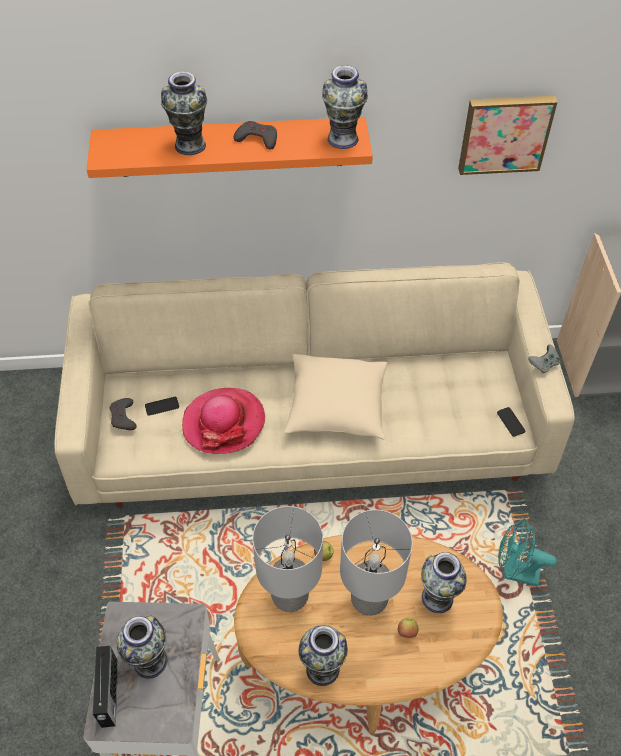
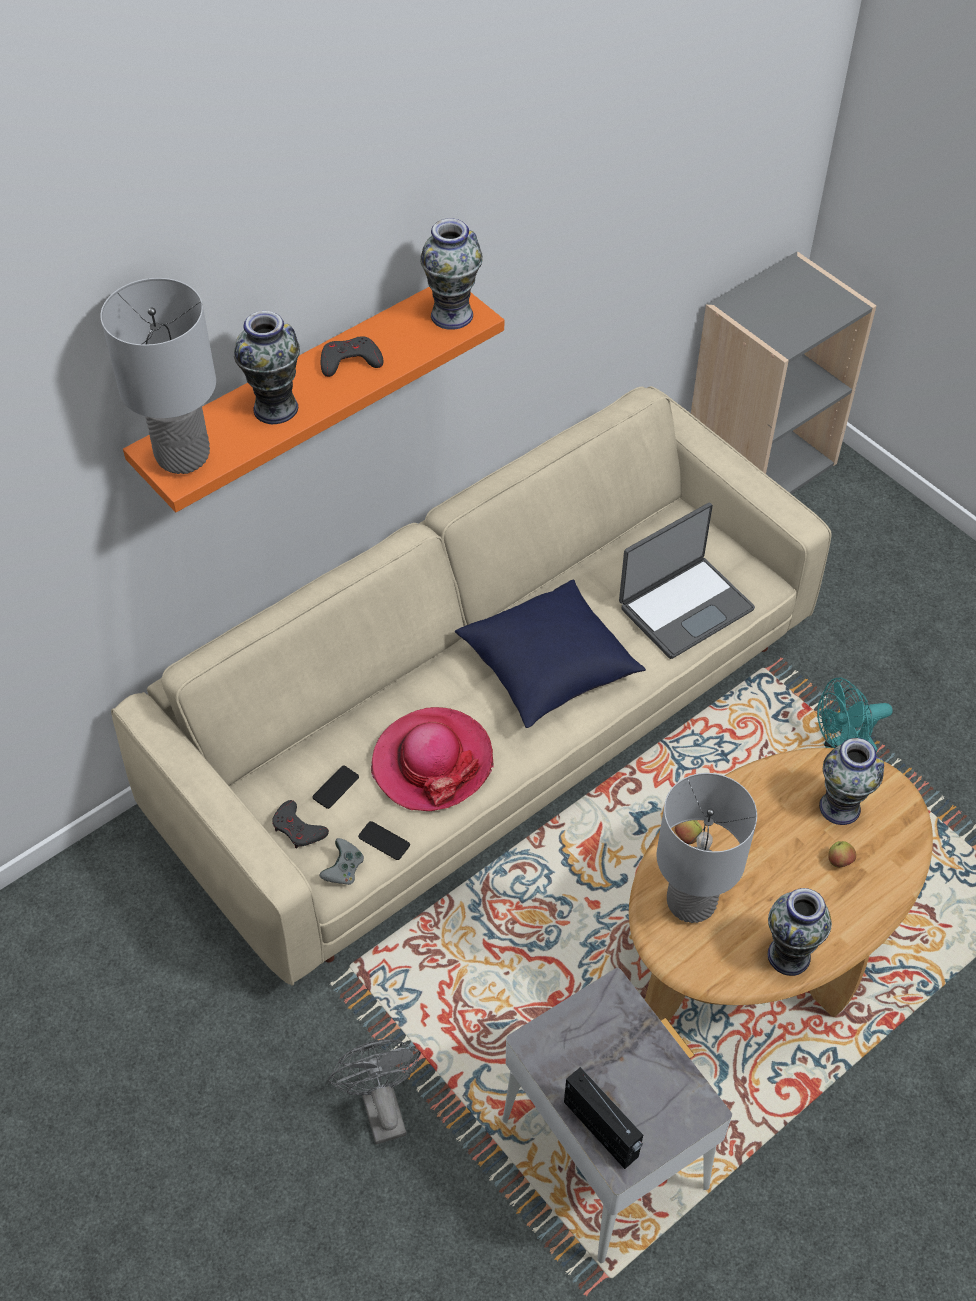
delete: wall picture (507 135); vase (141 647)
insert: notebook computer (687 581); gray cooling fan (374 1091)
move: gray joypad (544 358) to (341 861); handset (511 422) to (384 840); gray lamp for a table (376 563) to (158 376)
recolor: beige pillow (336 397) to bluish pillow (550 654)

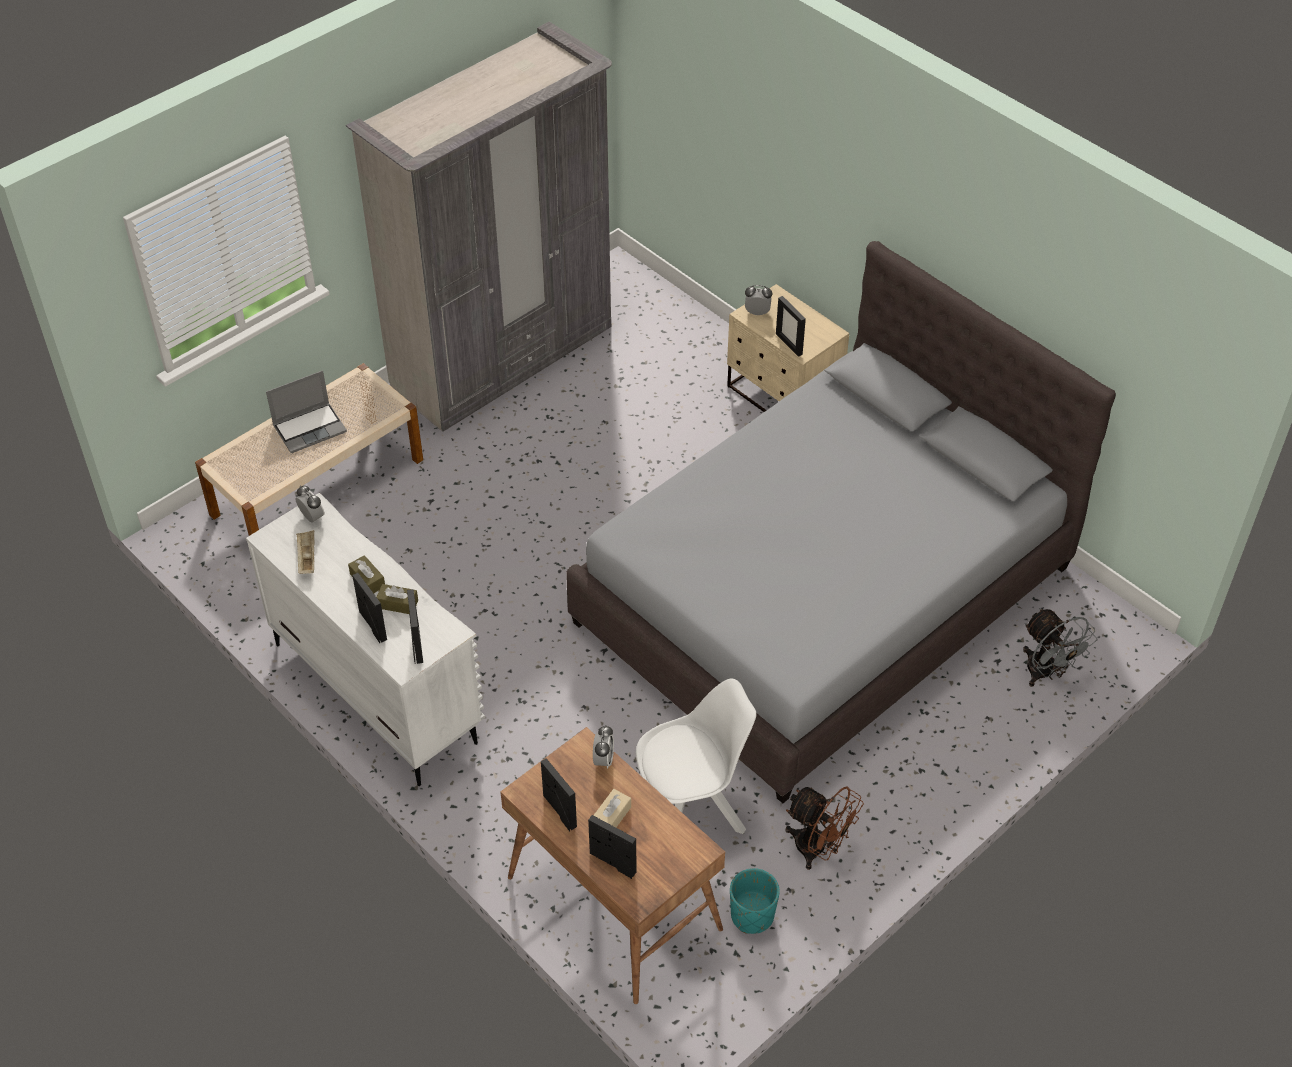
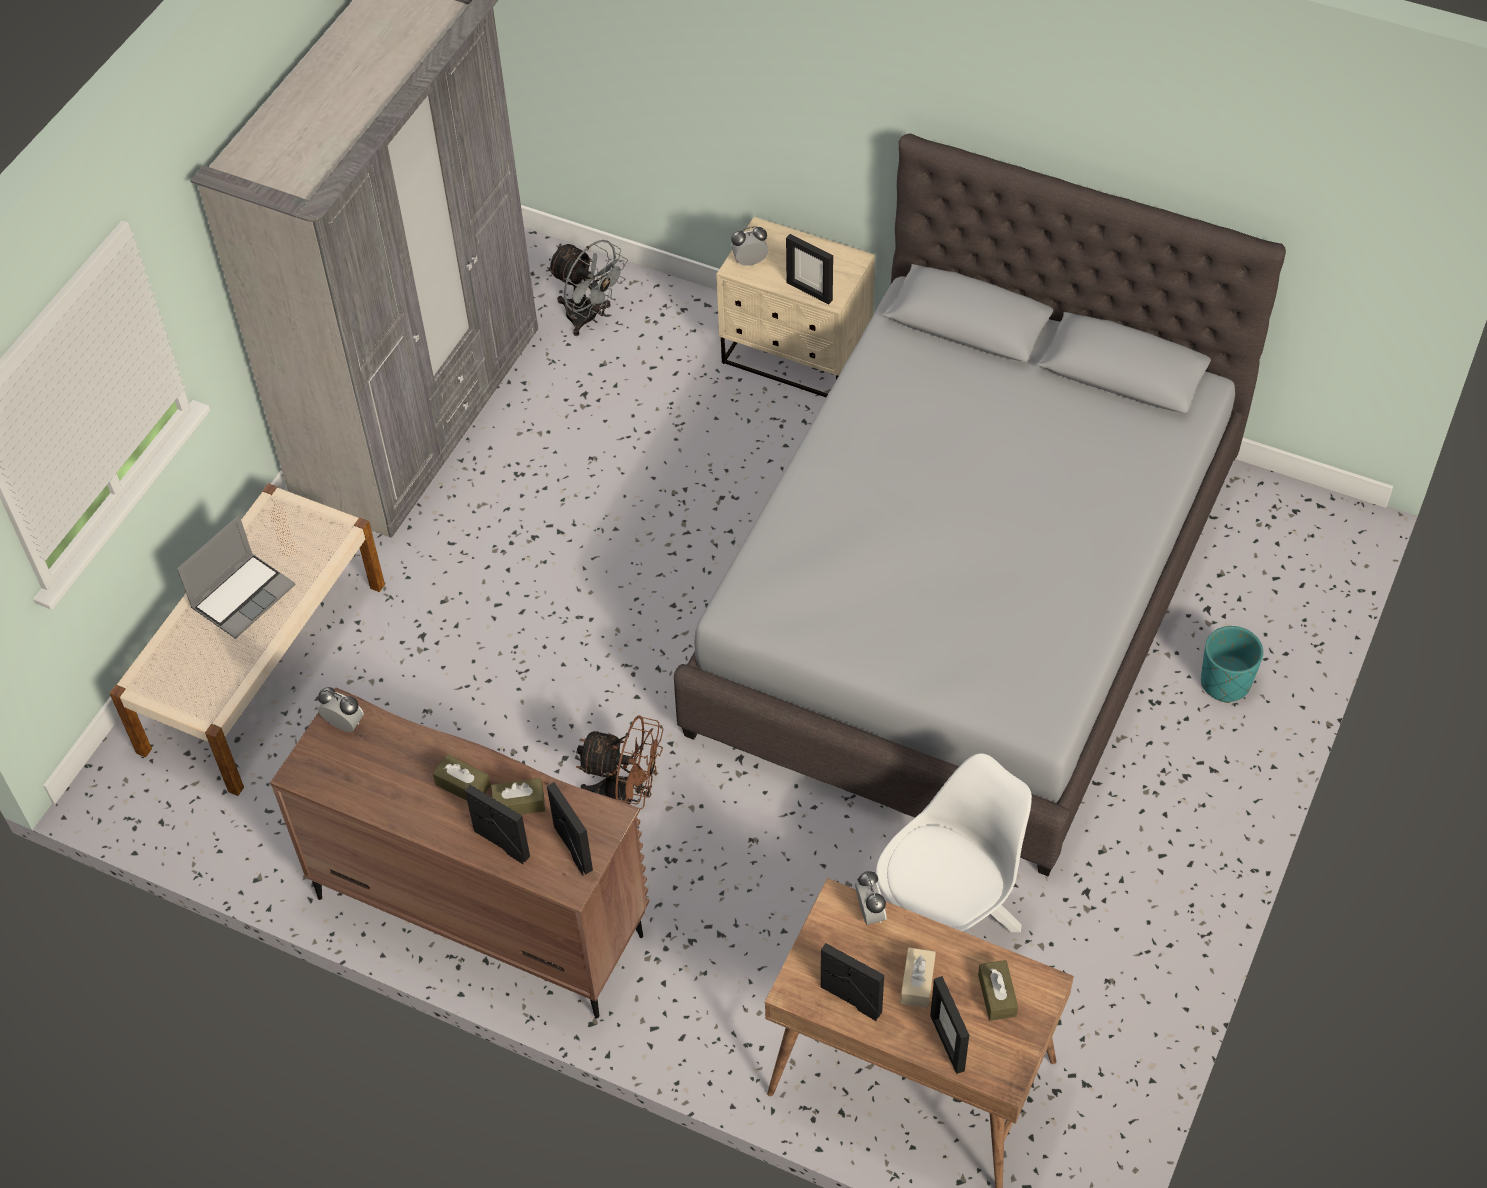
delete: beige tray (305 552)
insert: brownish box of tissues (998 990)
move: gray cooling fan (1060 647) to (587 288); brownish cooling fan (825 828) to (620 762); blue-green planter (755 901) to (1232 664)
recolor: whitish chest of drawers (365 639) to brownish chest of drawers (460 852)
rotate: photo frame (612 847) = (949 1025) 120 degrees counterclockwise

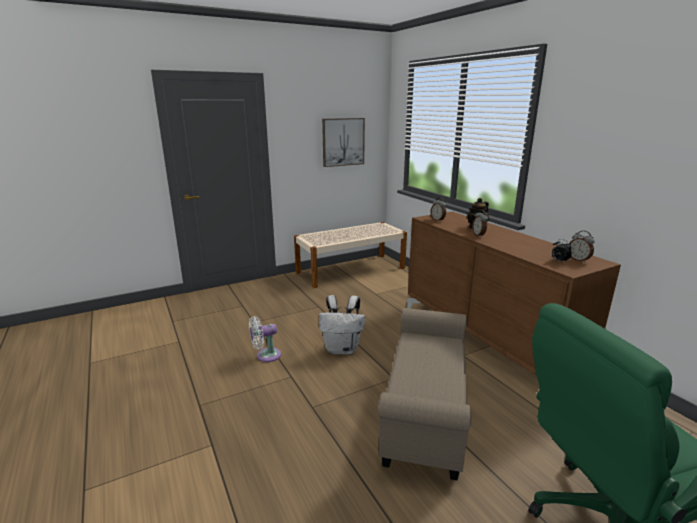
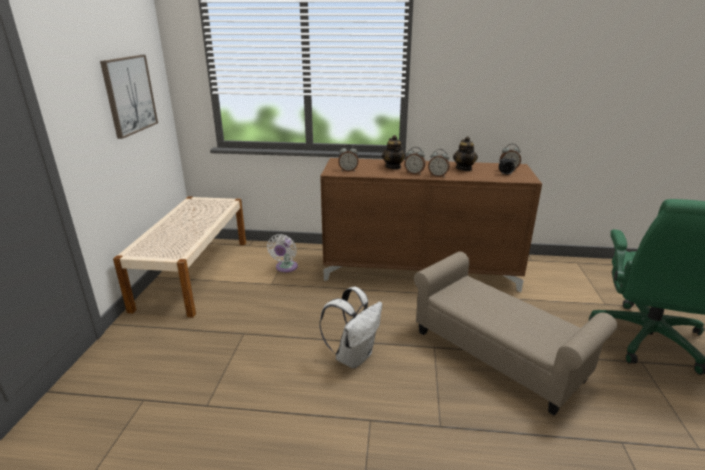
insert: tea pot (465 153); table clock (439 163)
move: whitish cooling fan (265 339) to (282 253)

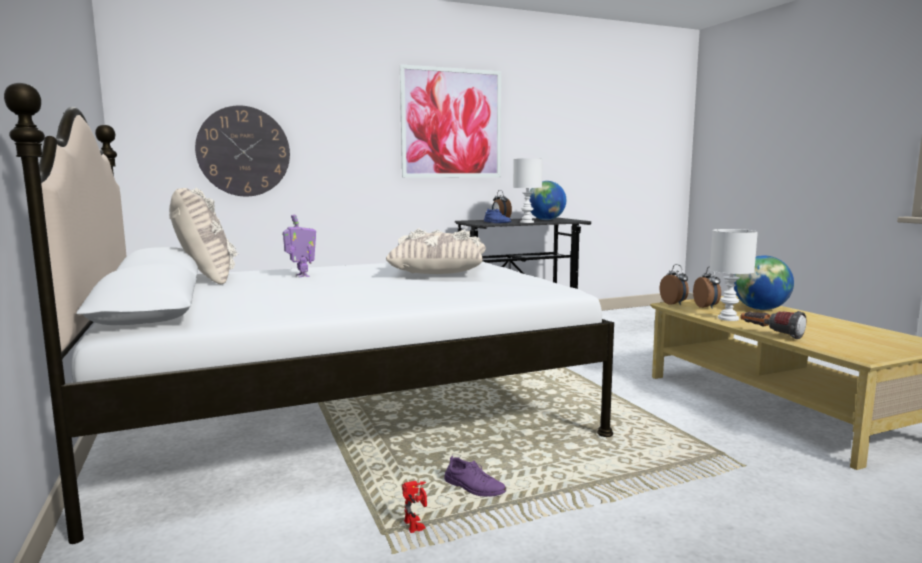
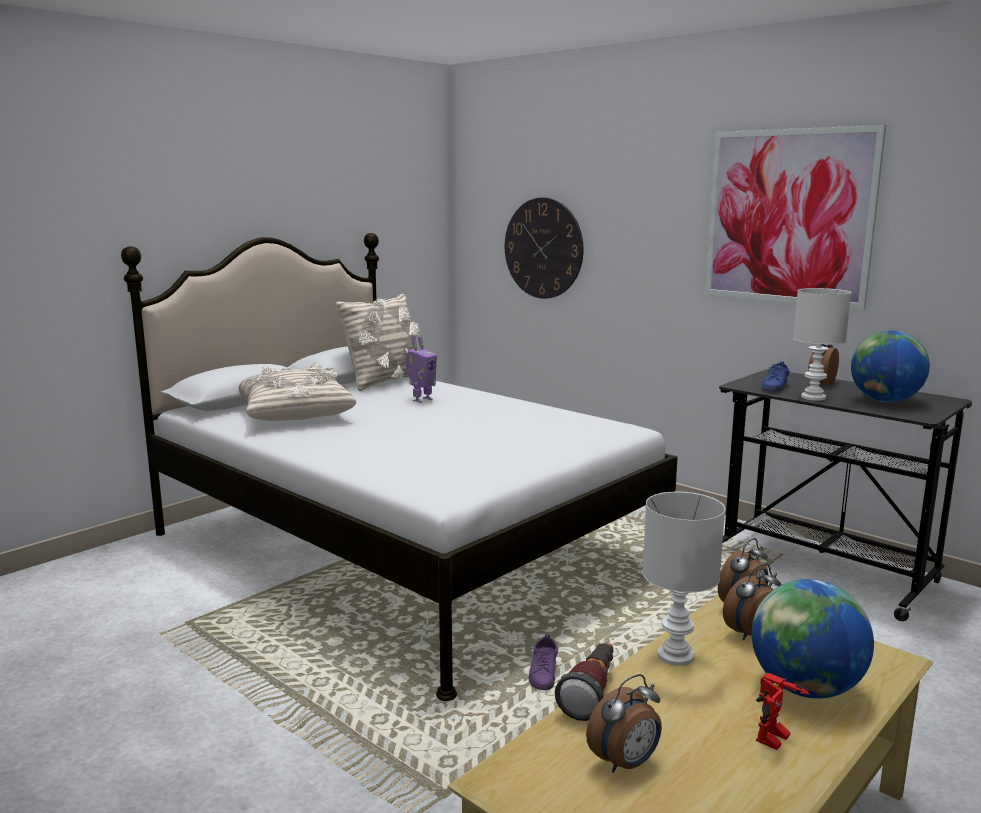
insert: table clock (624 723)
move: beige pillow (436 251) to (297 391); purple low shoe (475 476) to (543 662); toy robot (414 507) to (783 711)

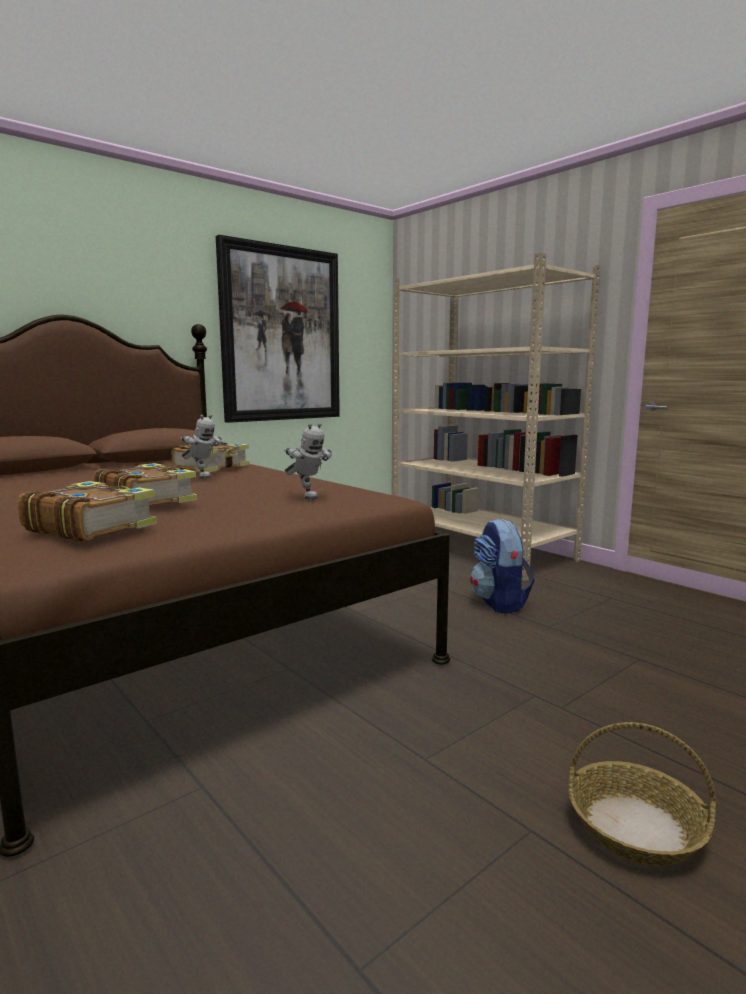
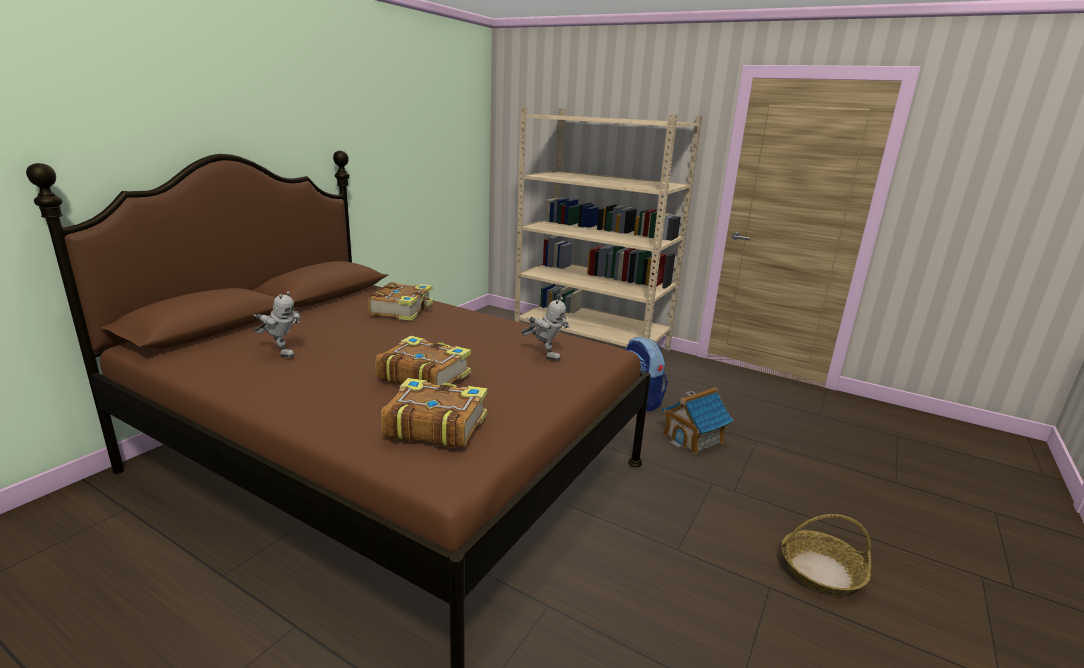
delete: wall picture (278 329)
insert: miniature house (698 420)
move: toy robot (201 446) to (276 324)

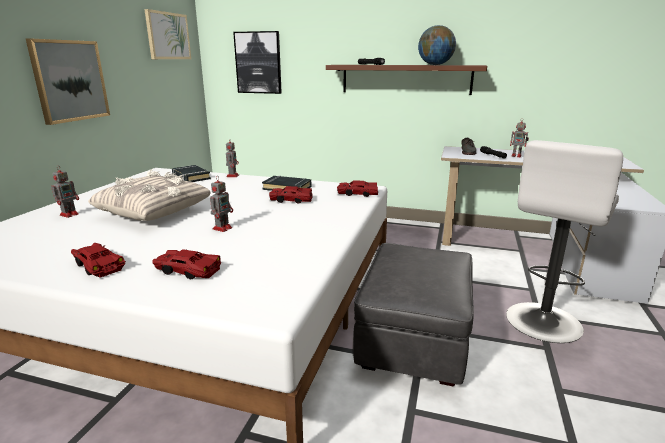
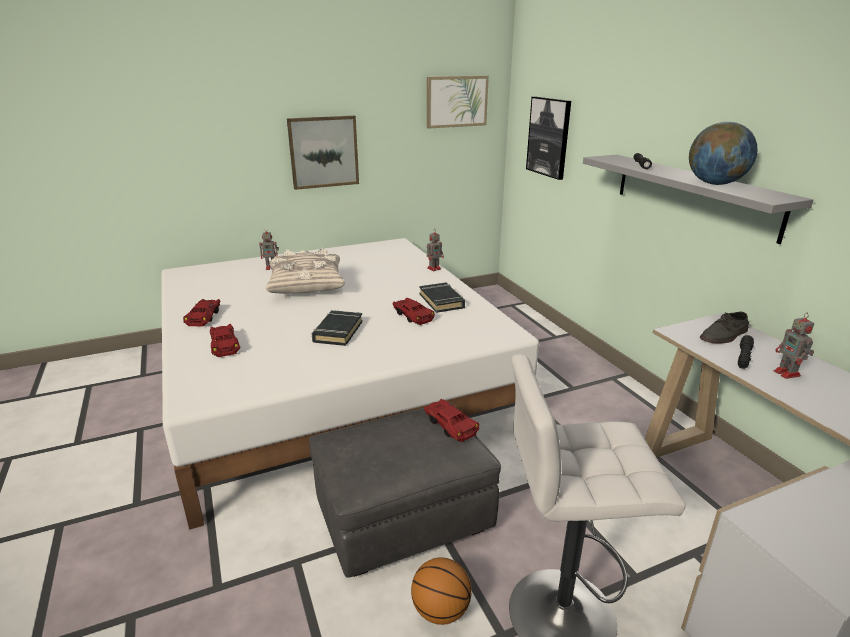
delete: toy robot (221 204)
insert: basketball ball (441 591)
move: black-coloured book (191 173) to (337 328); red-coloured miniature car (357 188) to (451 420)
recolor: brownish wall shelf (406 80) to gray wall shelf (698 199)

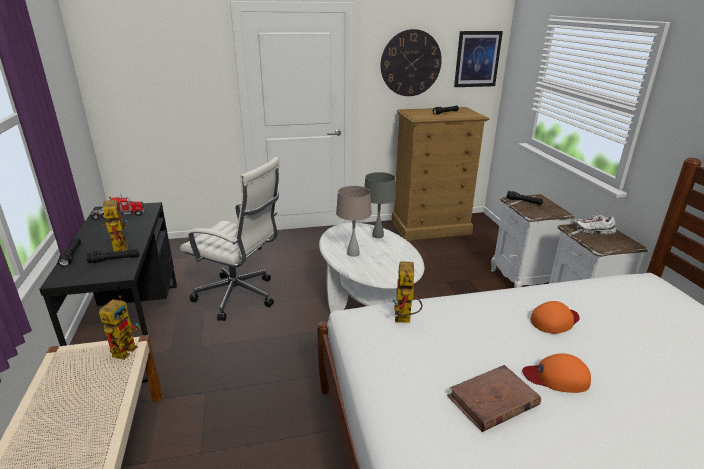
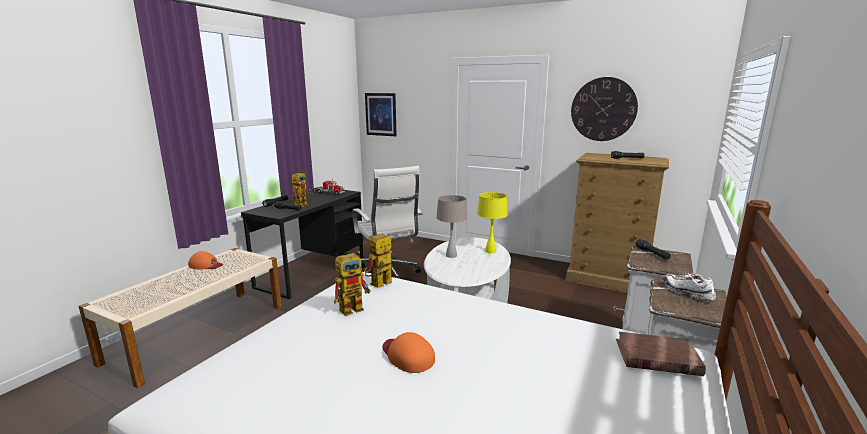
move: wall picture (478 59) to (381 114); toy robot (119 327) to (352 283); orange-coloured baseball cap (555 317) to (205 260); brownish book (494 398) to (661 354)
recolor: gray lamp for a table (380 205) to yellowish lamp for a table (492 222)

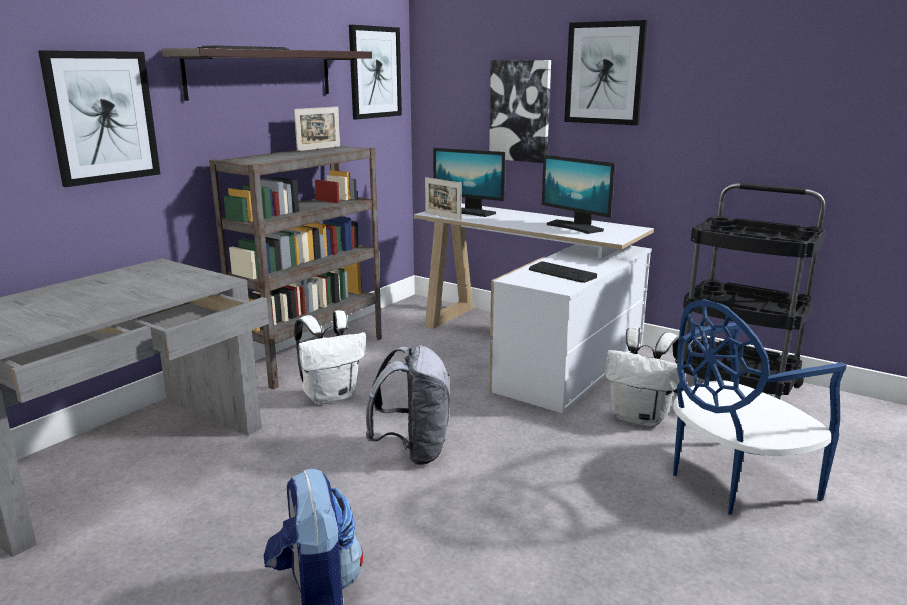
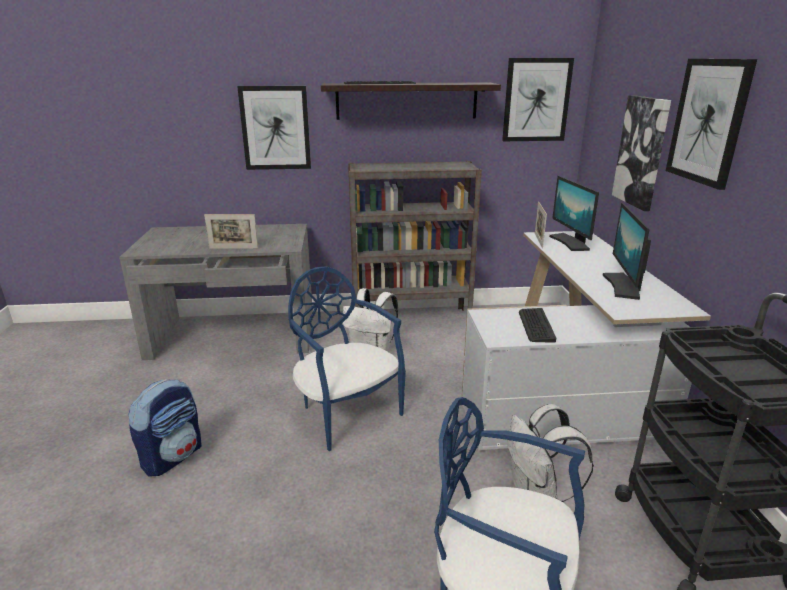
move: photo frame (317 128) to (231 231)
replace: gray knapsack (408 405) to bluish upright chair (347 358)

